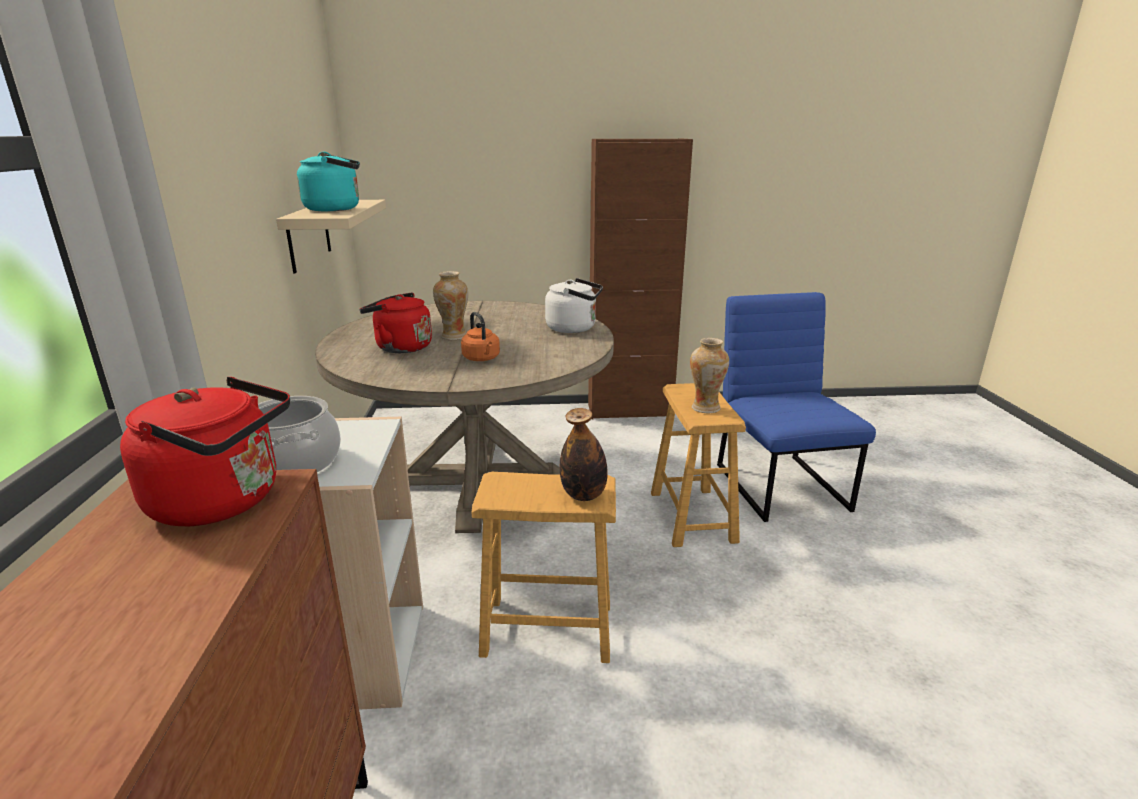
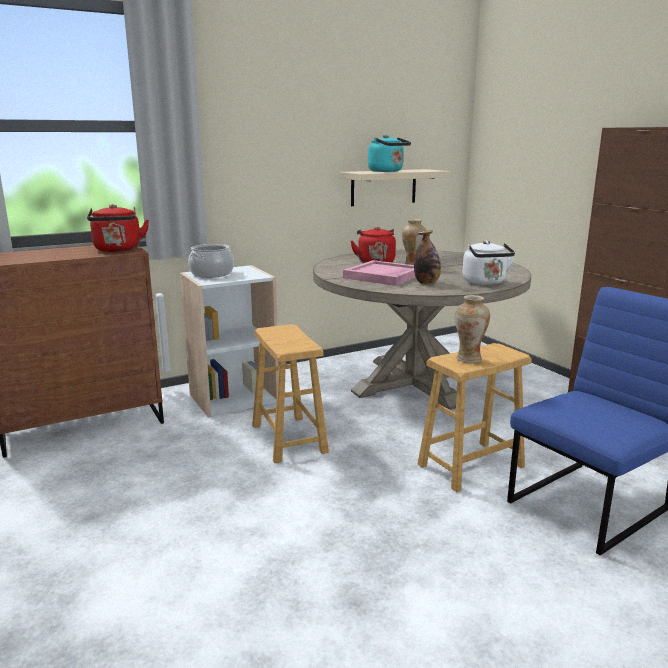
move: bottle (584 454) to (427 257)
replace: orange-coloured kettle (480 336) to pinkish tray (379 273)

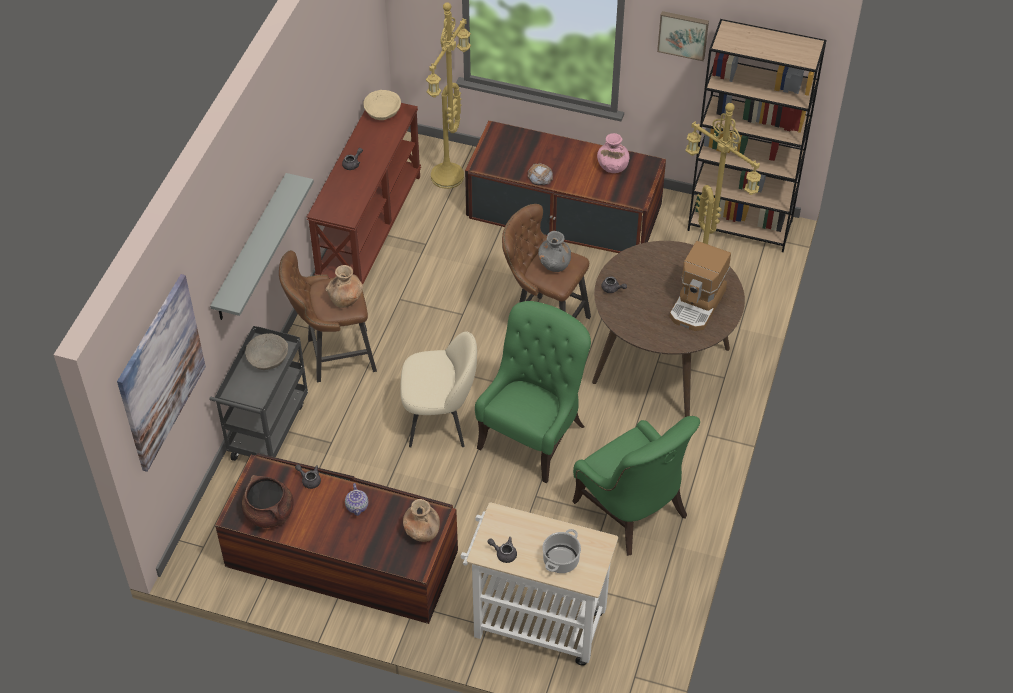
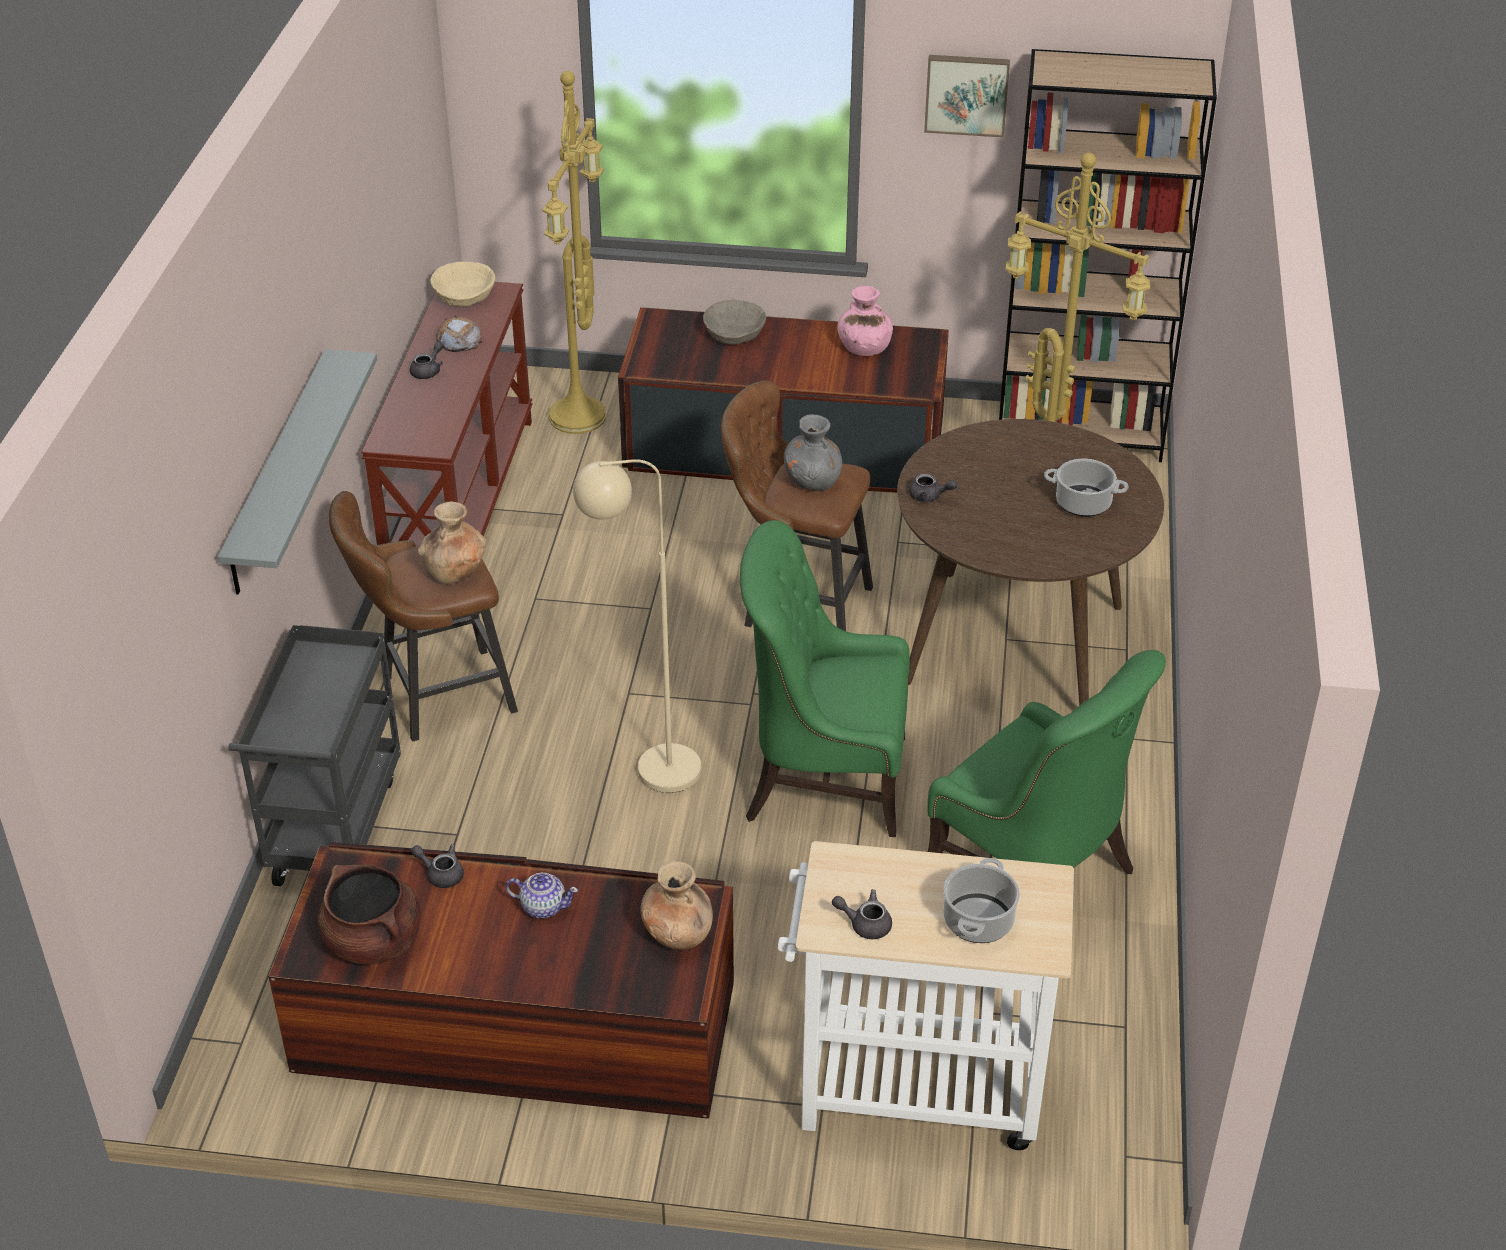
delete: wall picture (161 373)
move: bread (540 174) to (459 334); beige bowl (266 352) to (734 322)
replace: coffee brewer (700 286) to stockpot (1086 488); beige upright chair (438 390) to beige standard lamp (637 626)
rotate: greenish upright chair (533 392) = (825 678) 105 degrees counterclockwise; tea pot (356 499) = (542 896) 60 degrees counterclockwise

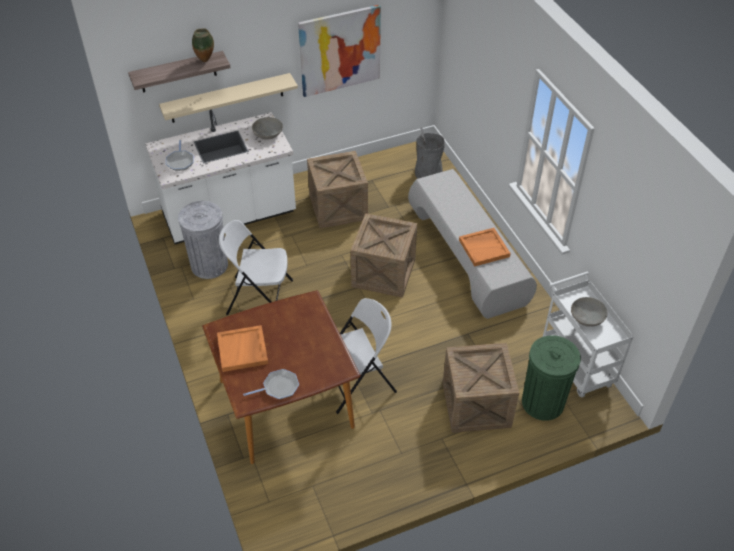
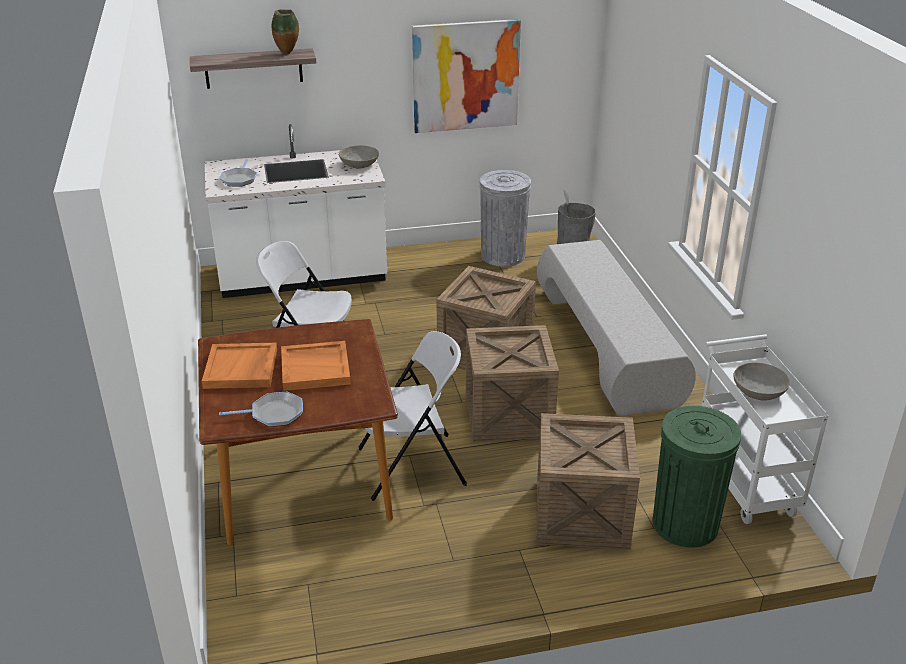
delete: beige wall shelf (228 98)
move: shipping crate (337 189) to (512 383); gray waste bin (203 240) to (505 218); orange-coloured tray (485 247) to (316 366)

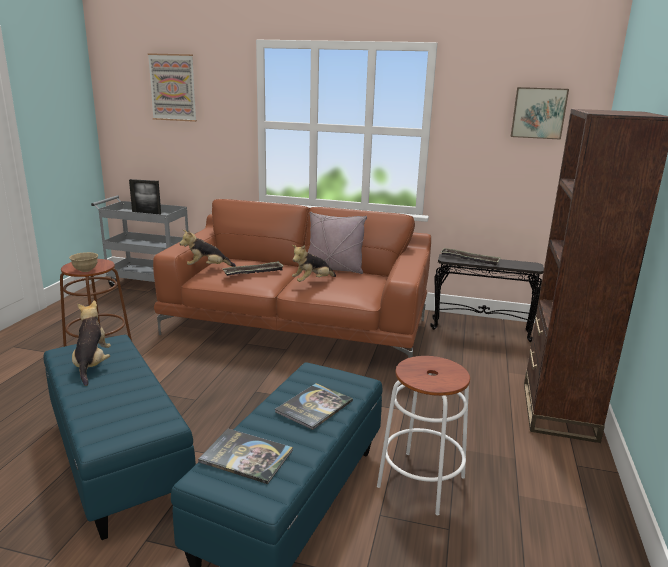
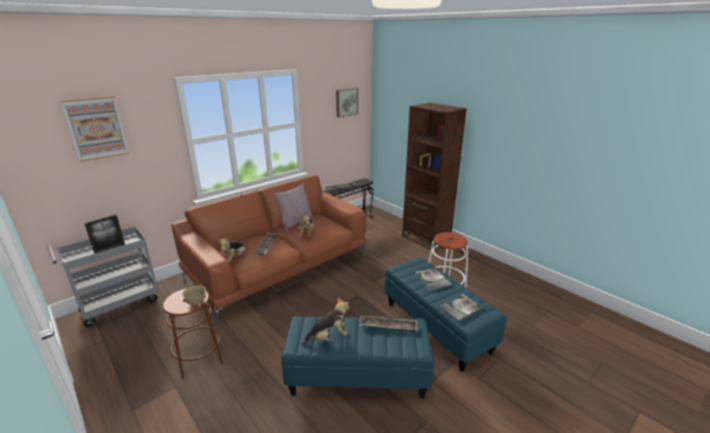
insert: tray (388 324)
rotate: cuddly toy (91 343) = (325 321) 135 degrees clockwise

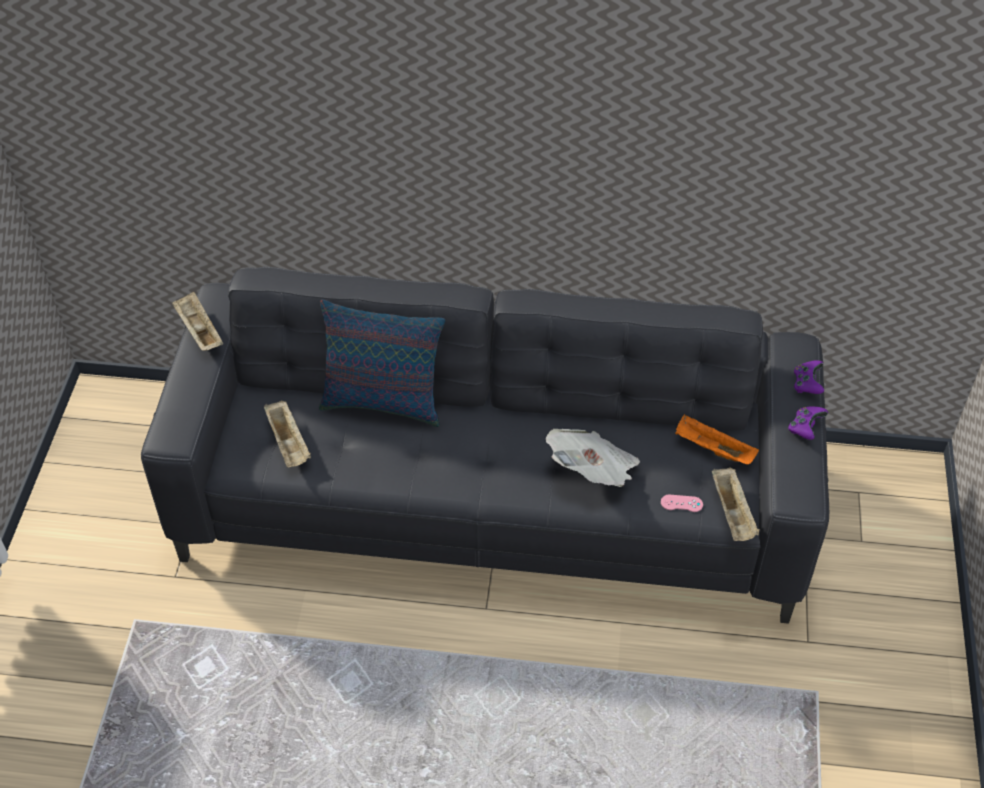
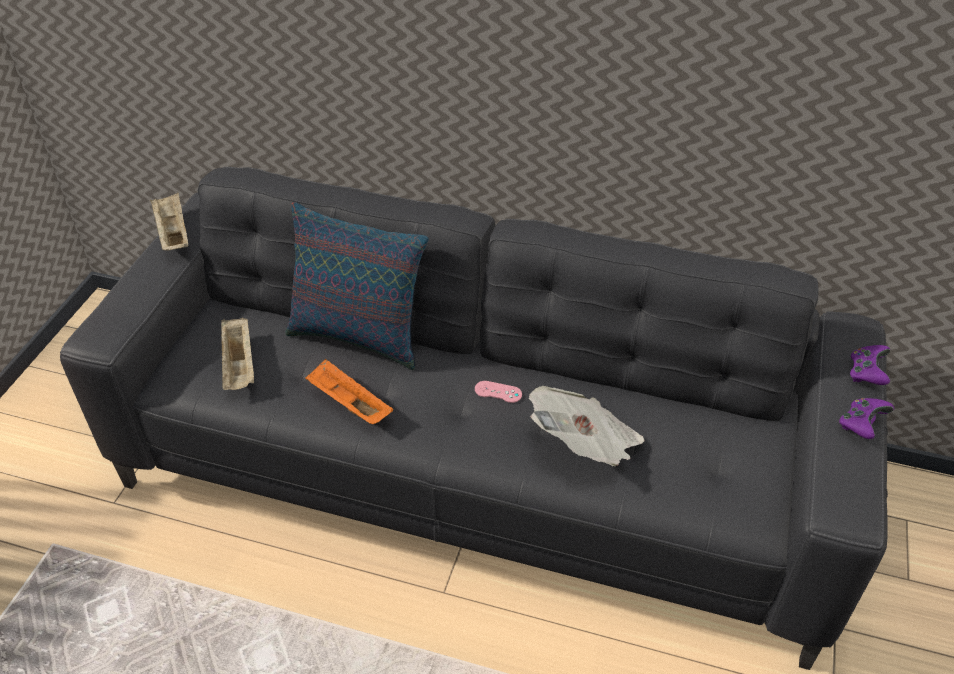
delete: beige tray (735 504)
move: orange-coloured tray (717 439) to (349 391); pinkish joypad (682 503) to (498 392)

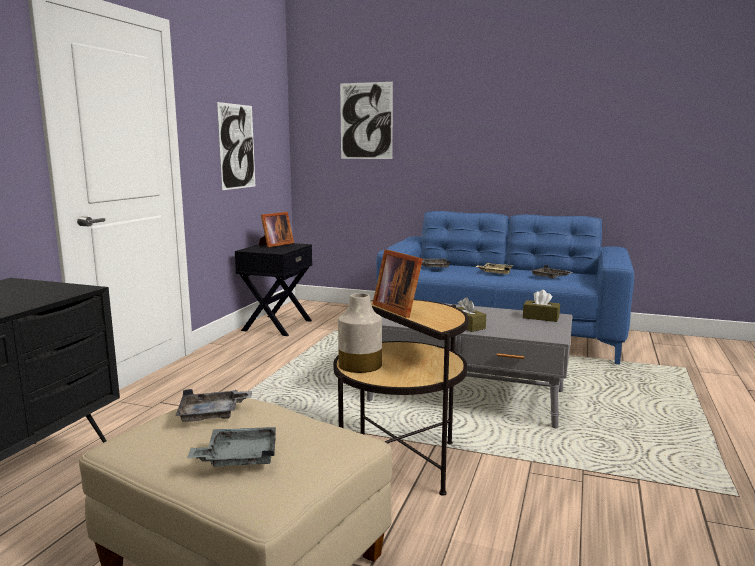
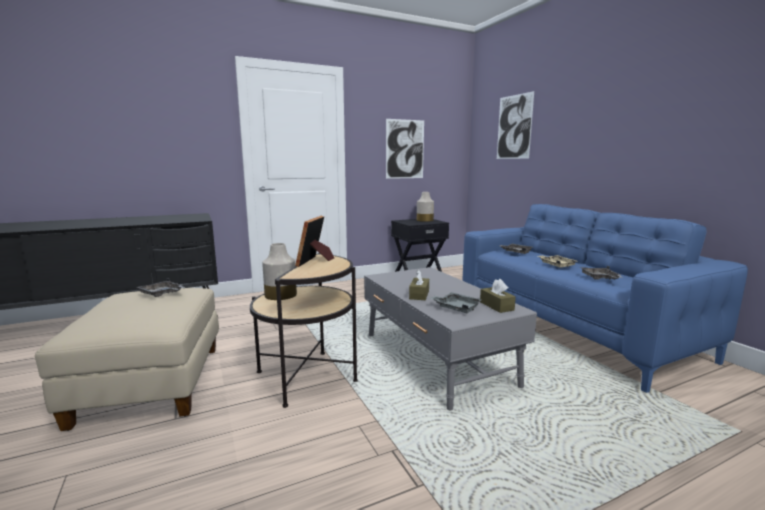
move: gray tray (231 447) to (455 302)
replace: photo frame (276 229) to beige vase (425 207)

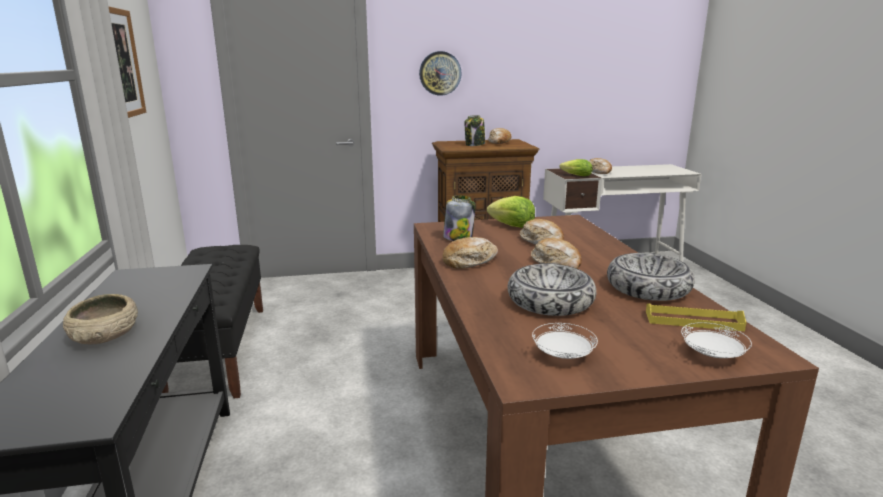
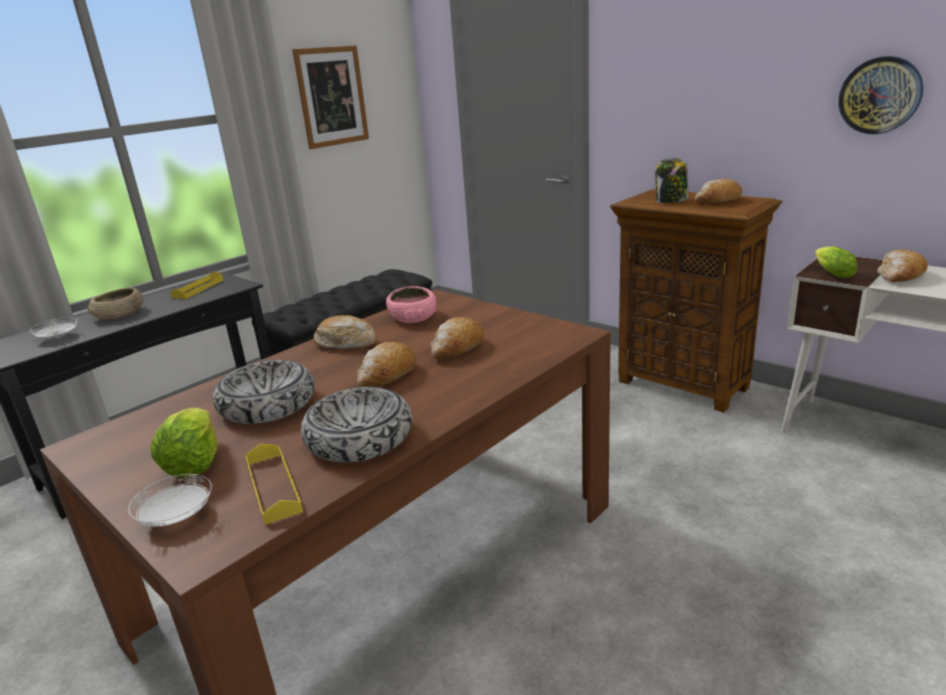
insert: yellowish tray (197 285)
move: clock on the wall (440 73) to (880 95); lettuce head (511 212) to (184 443); whitish dinner plate (565 341) to (54 327)
replace: storage jar (459 218) to pinkish bowl (411 304)

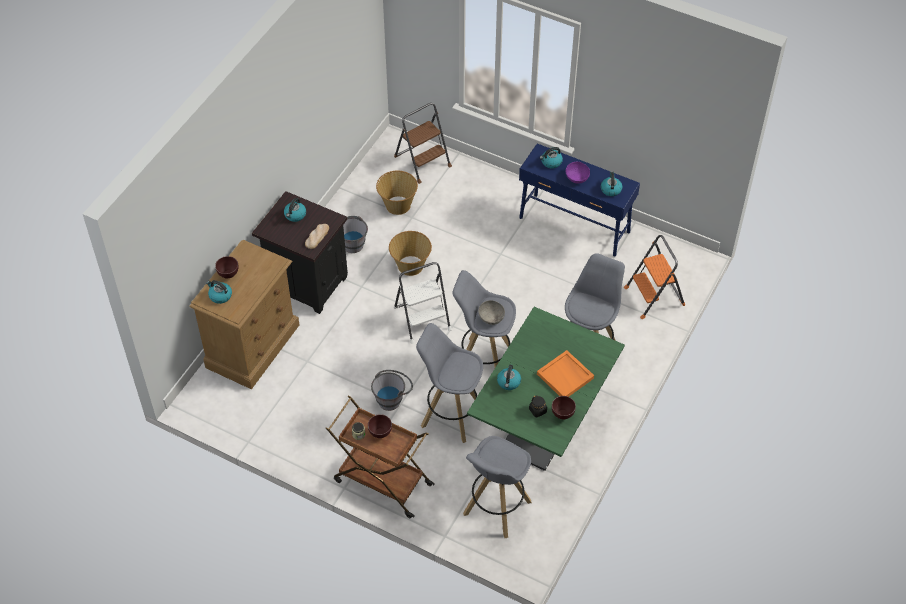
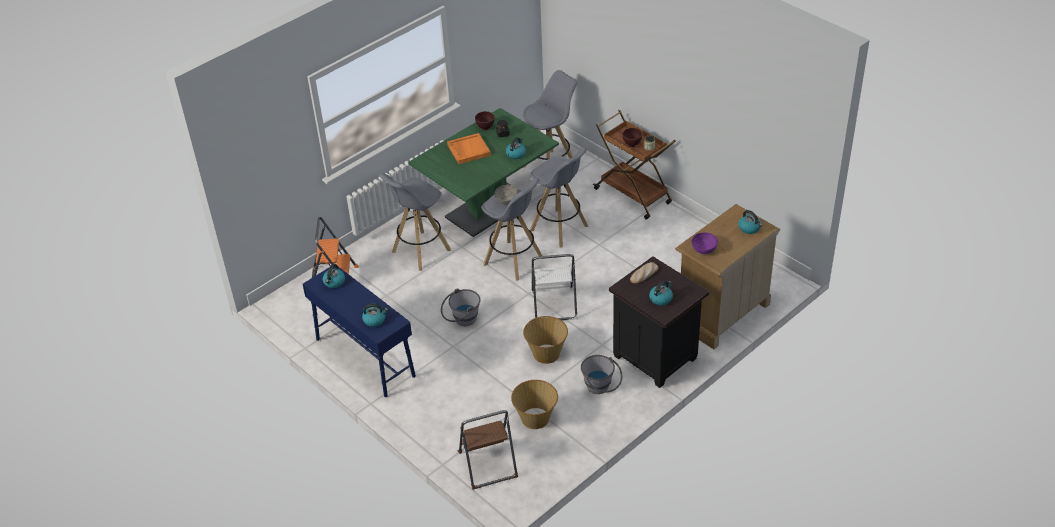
delete: brownish bowl (226 267)
move: purple bowl (578 173) to (705 243); gray bucket (392 390) to (461 307)

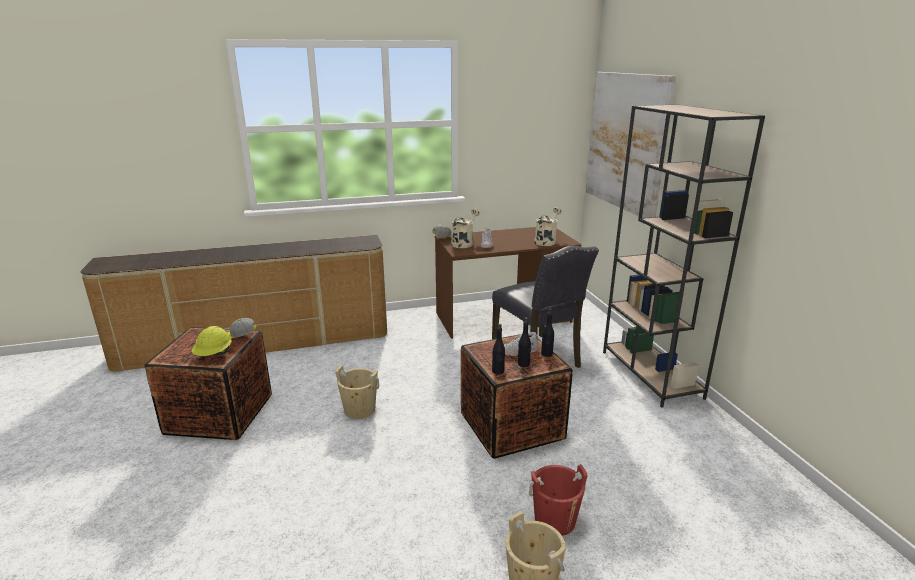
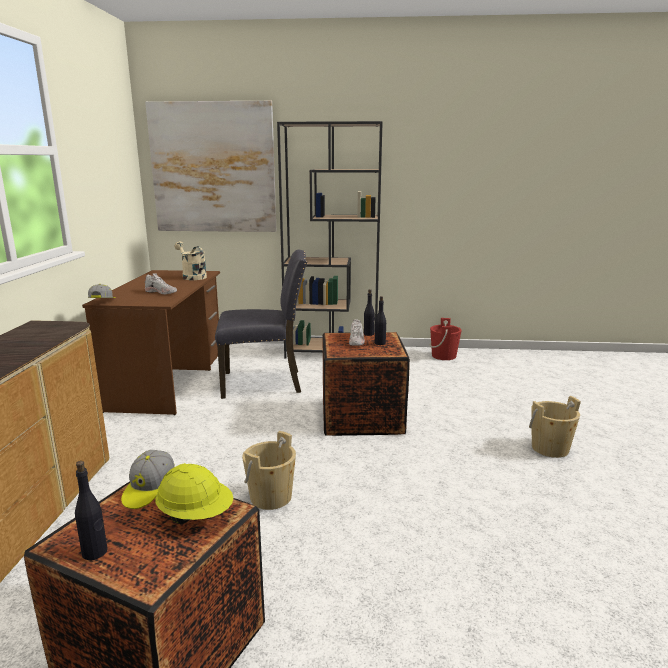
delete: beige watering pot (465 228)
move: black-coloured bottle (498 349) to (91 510); red-coloured bucket (558 500) to (446 339)

